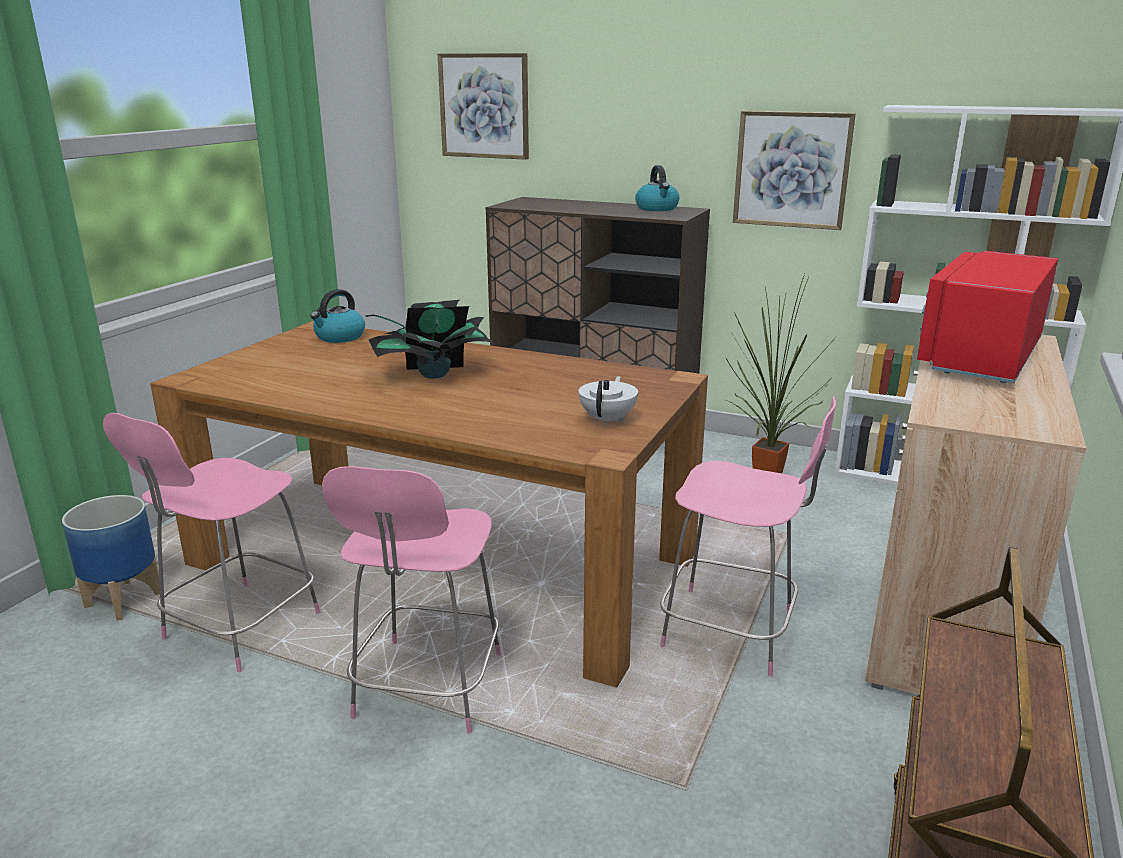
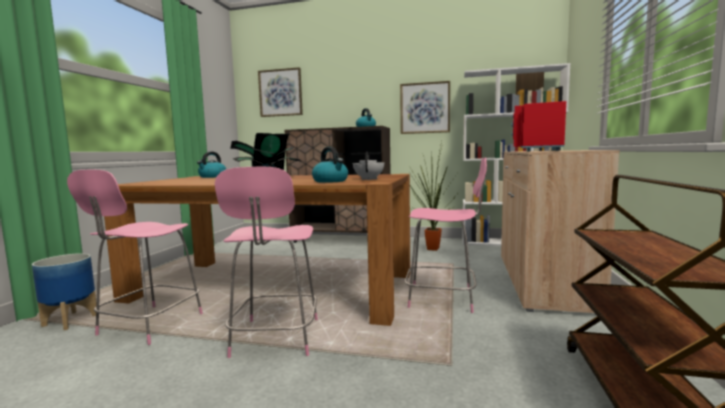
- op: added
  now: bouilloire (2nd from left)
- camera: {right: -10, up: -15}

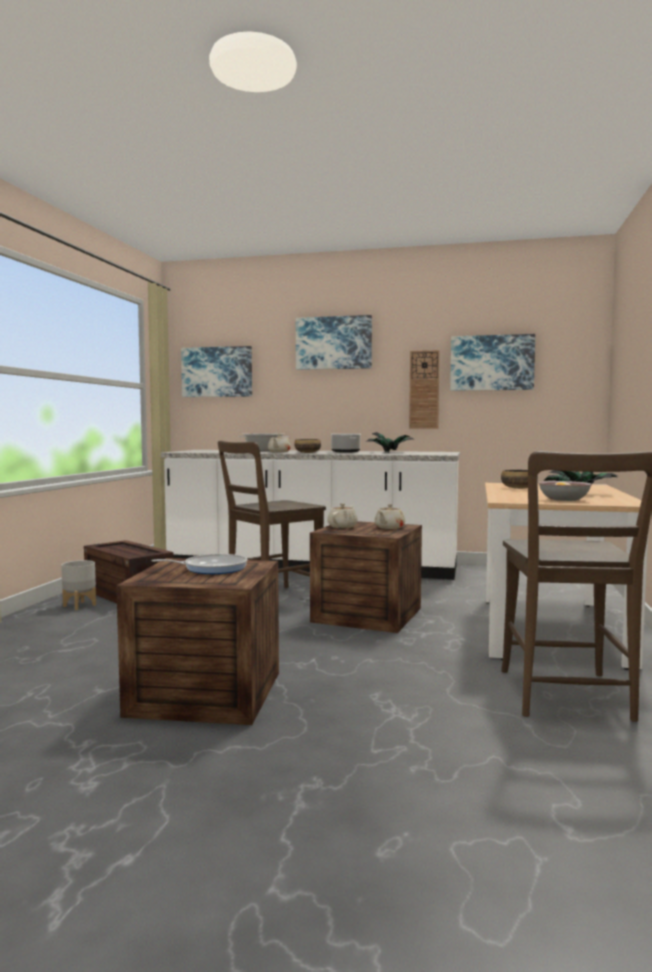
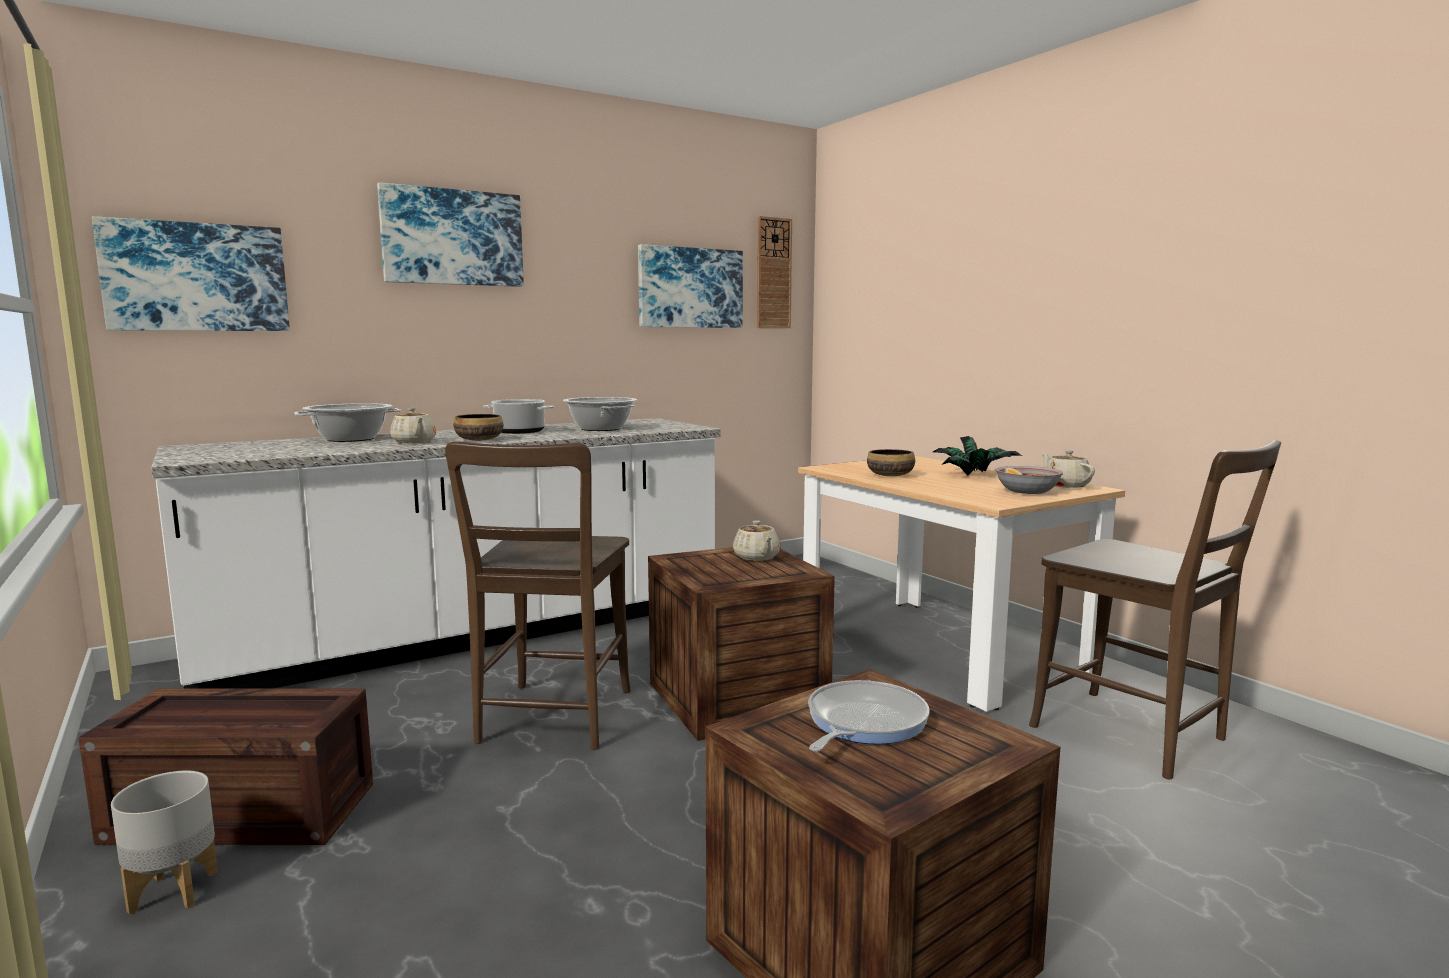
- op: moved
  was: théière/beige (2nd from left in the first image)
  now: théière/beige (3rd from left)
- op: replaced
  was: plante en pot (1st from left)
  now: marmite (3rd from left)
- op: moved
  was: horloge murale
- camera: {right: -45, up: 5}

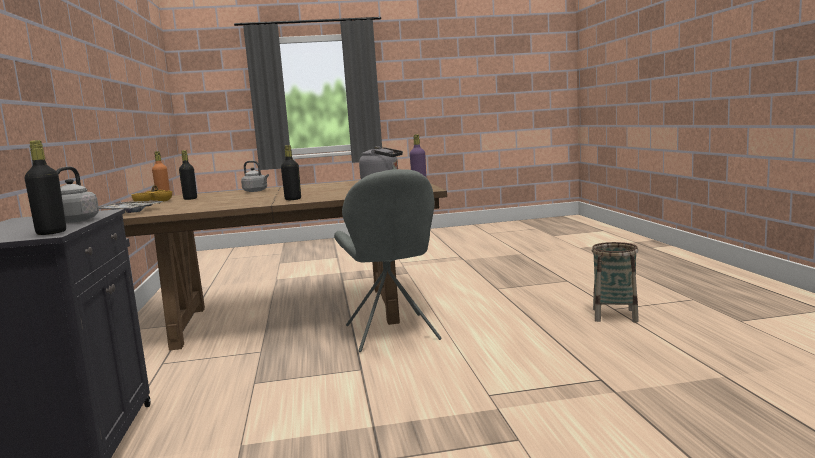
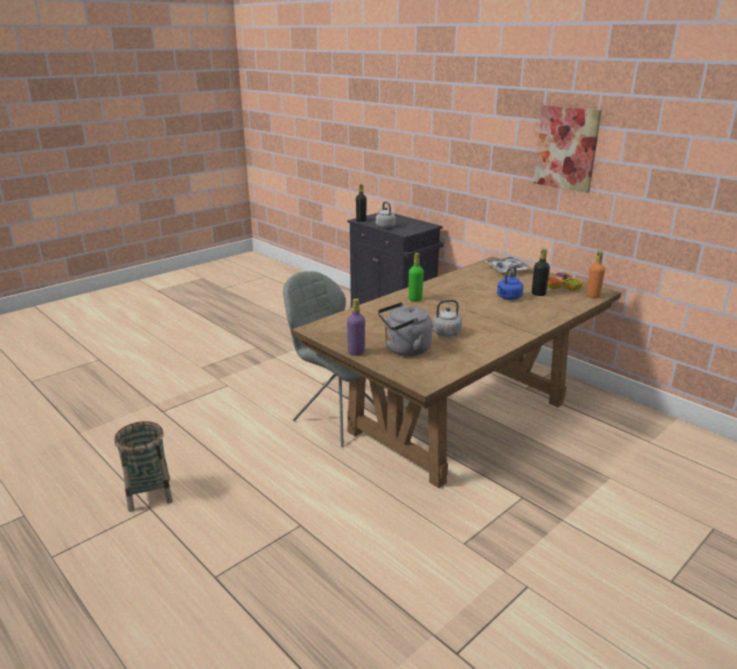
- op: moved
  was: bouilloire/gris (2nd from left in the first image)
  now: bouilloire/gris (3rd from left)
- op: recoloured
  was: bouteille/noir (3rd from left)
  now: bouteille/vert
- op: added
  now: bouilloire/bleu
- op: added
  now: tableau
- camera: {right: 145, up: 15}

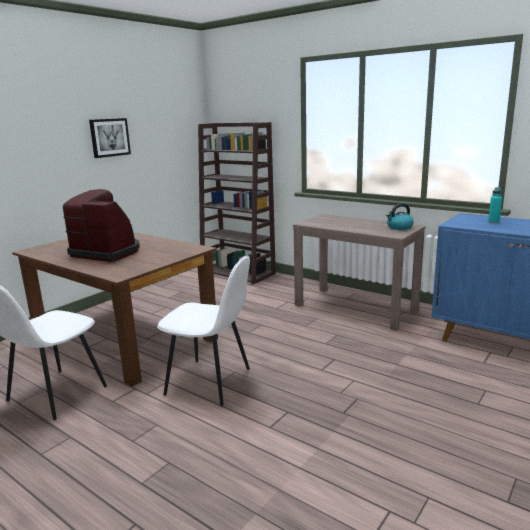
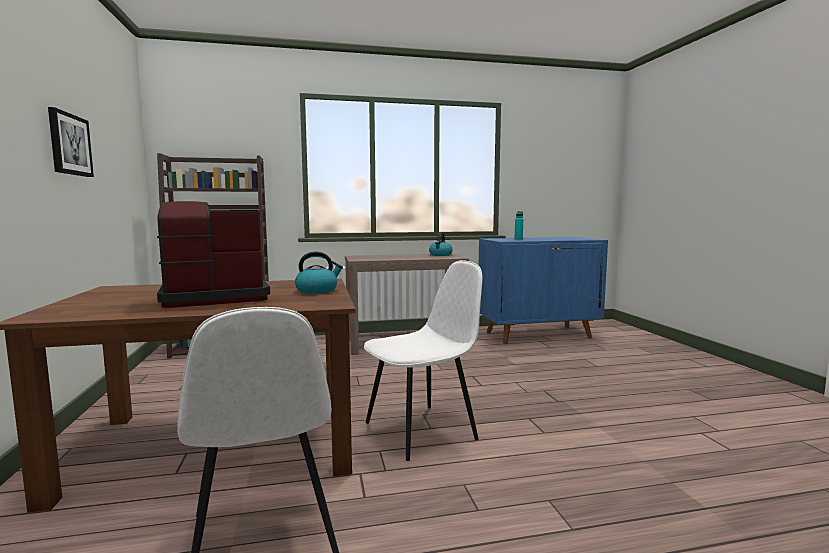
- op: added
  now: bouilloire (1st from left)
- camera: {right: -50, up: -10}

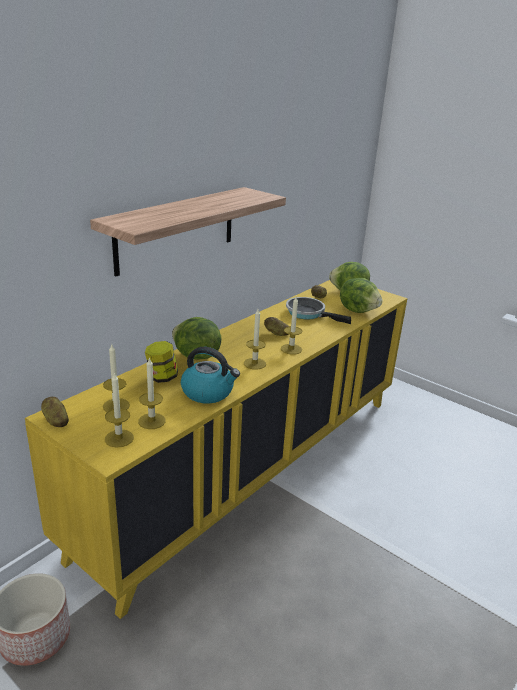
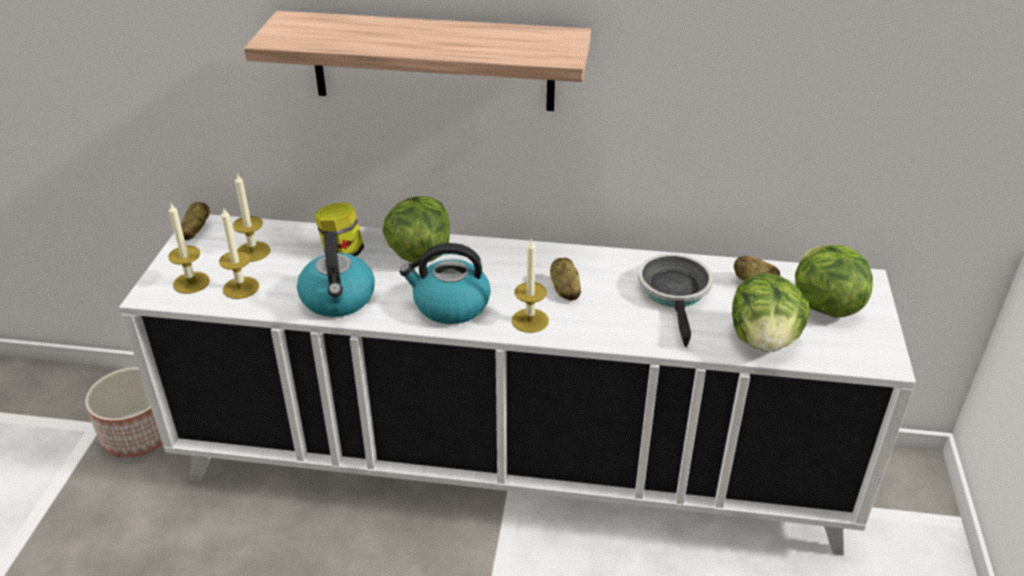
- op: recoloured
  was: meuble de rangement/jaune
  now: meuble de rangement/blanc
- op: replaced
  was: bougie (4th from left)
  now: bouilloire (2nd from left)
- camera: {right: 60, up: 10}

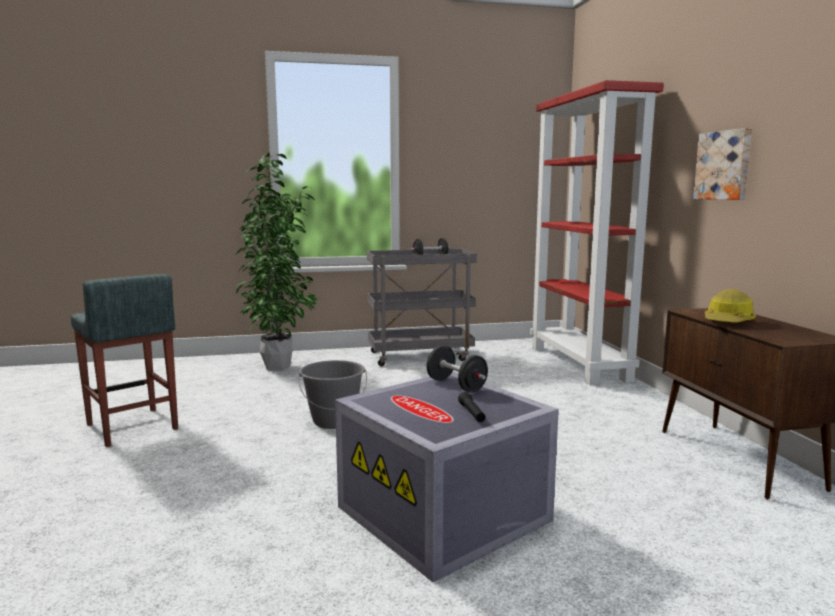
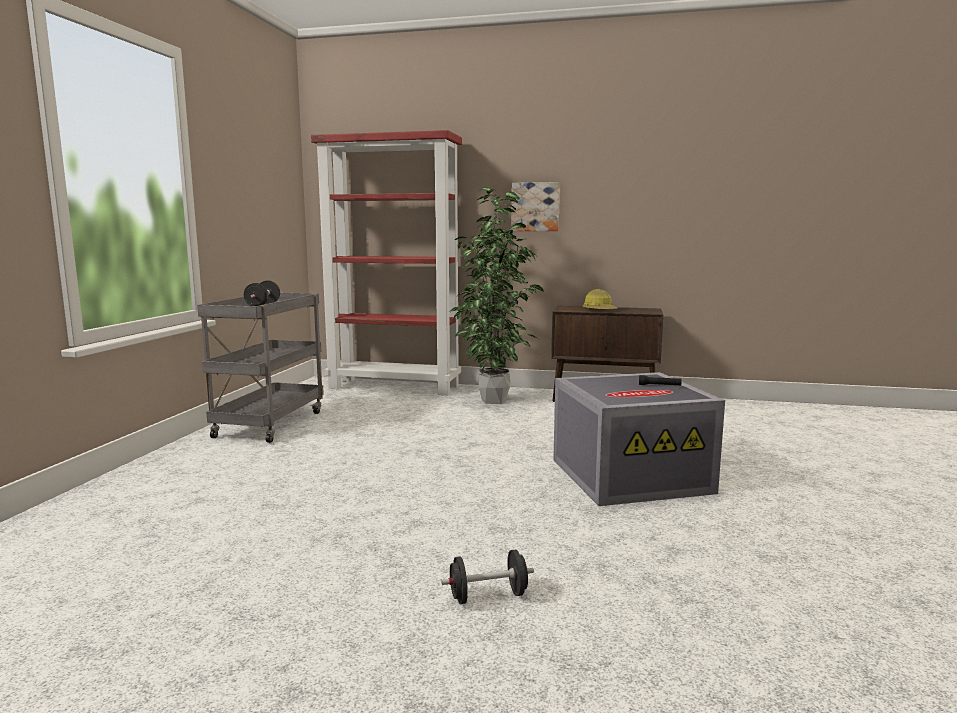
- op: removed
  was: tabouret/gris
- op: moved
  was: plante en pot
- op: removed
  was: seau/gris
- op: moved
  was: haltère/noir (2nd from left)
- camera: {right: -65, up: 0}

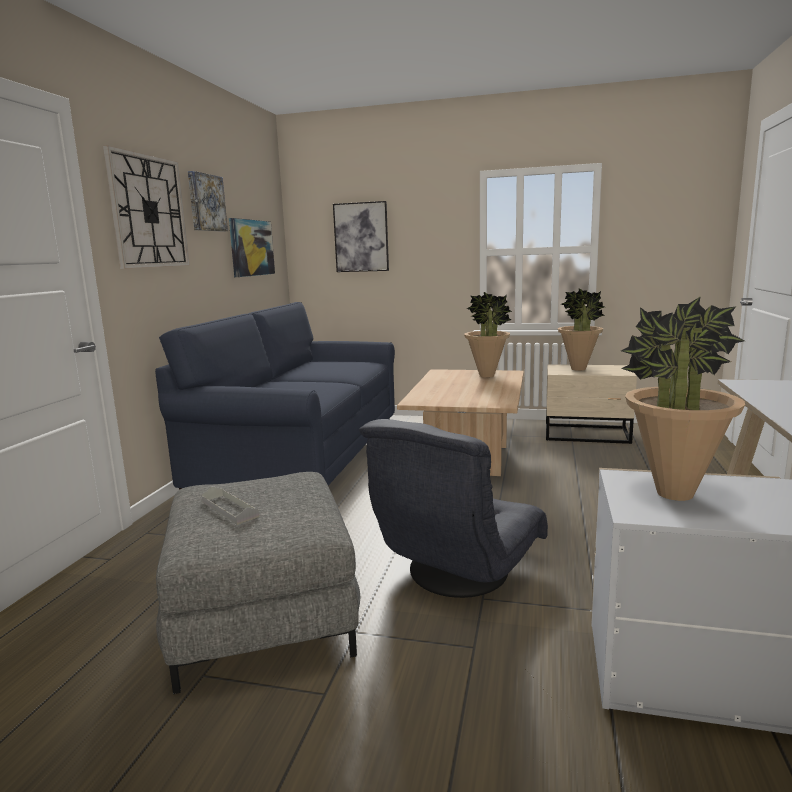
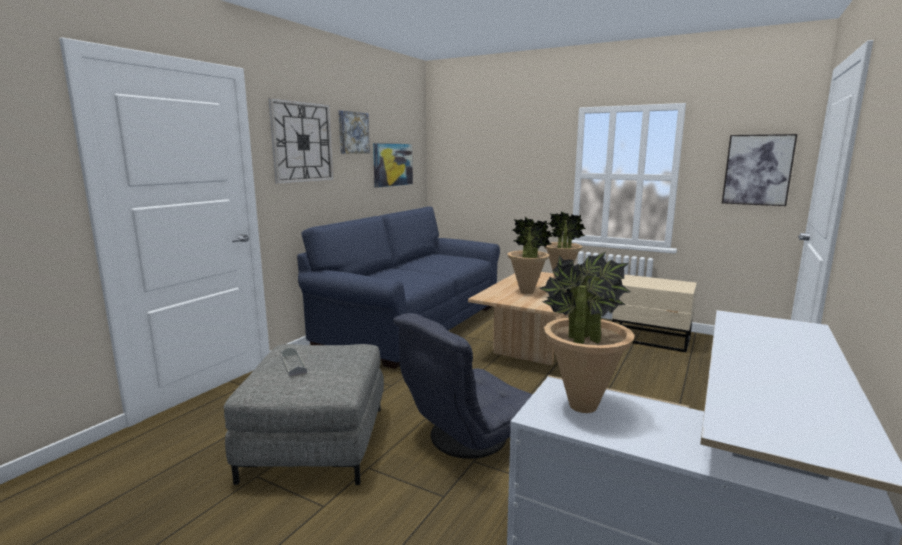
- op: moved
  was: tableau (3rd from left)
- op: moved
  was: plante en pot (2nd from left in the first image)
  now: plante en pot (1st from left)
- camera: {right: 15, up: 0}

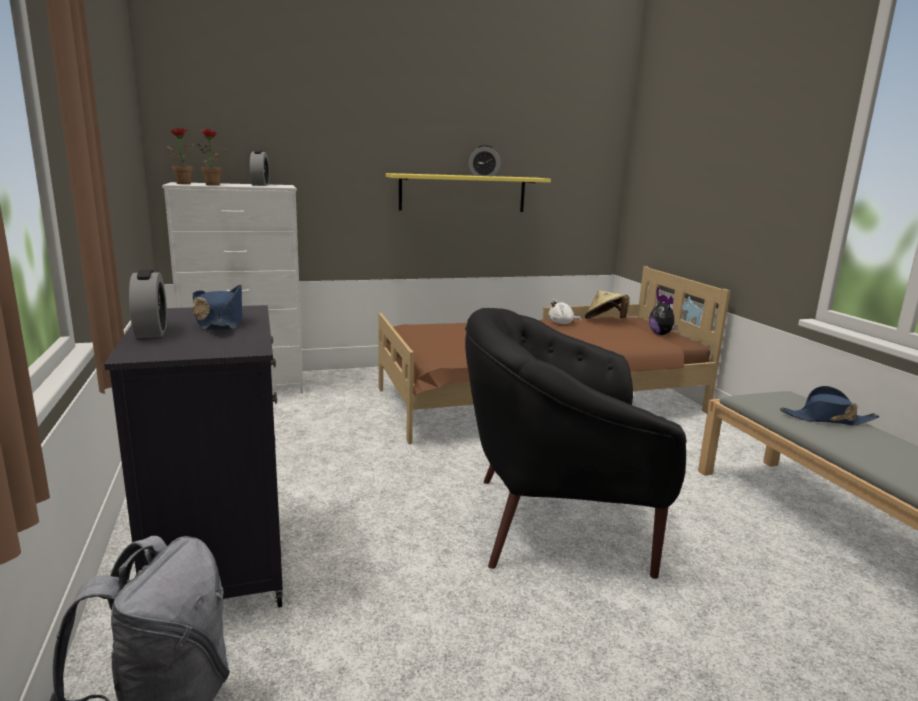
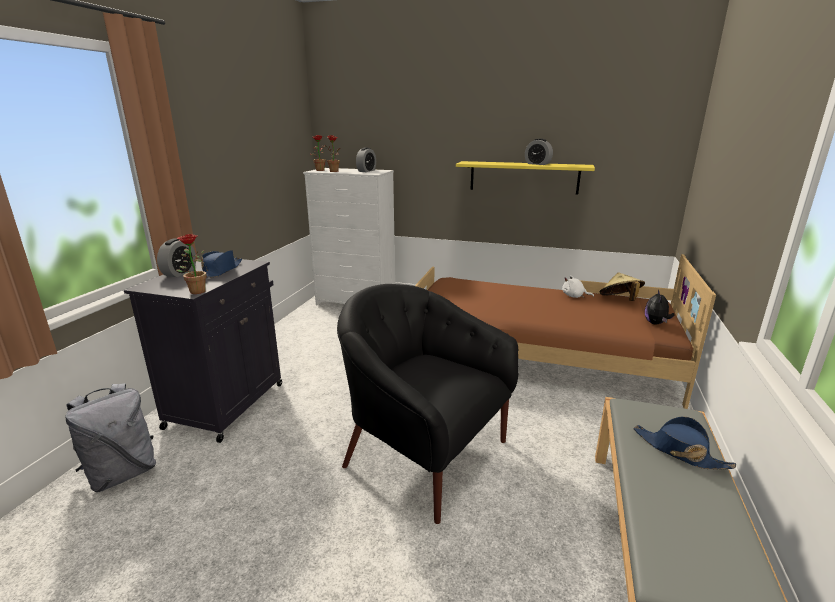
- op: added
  now: plante en pot (1st from left)
- camera: {right: 35, up: 5}

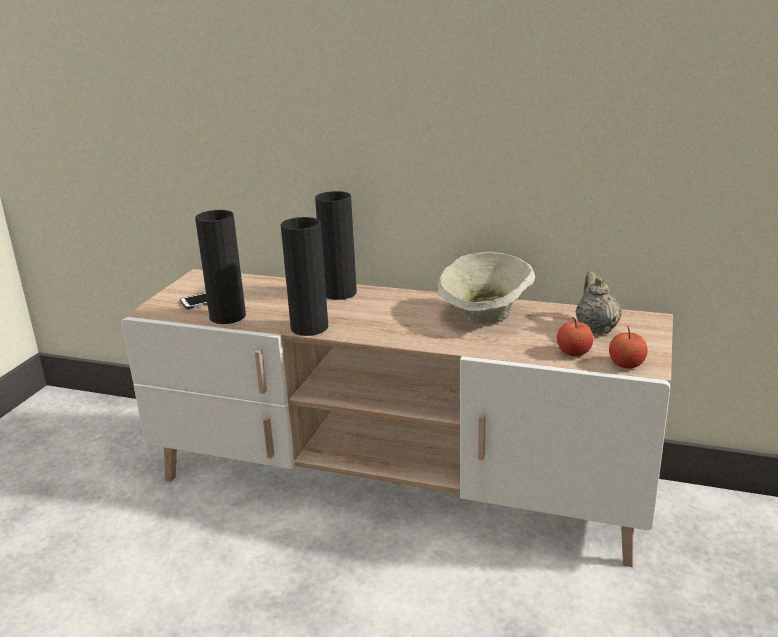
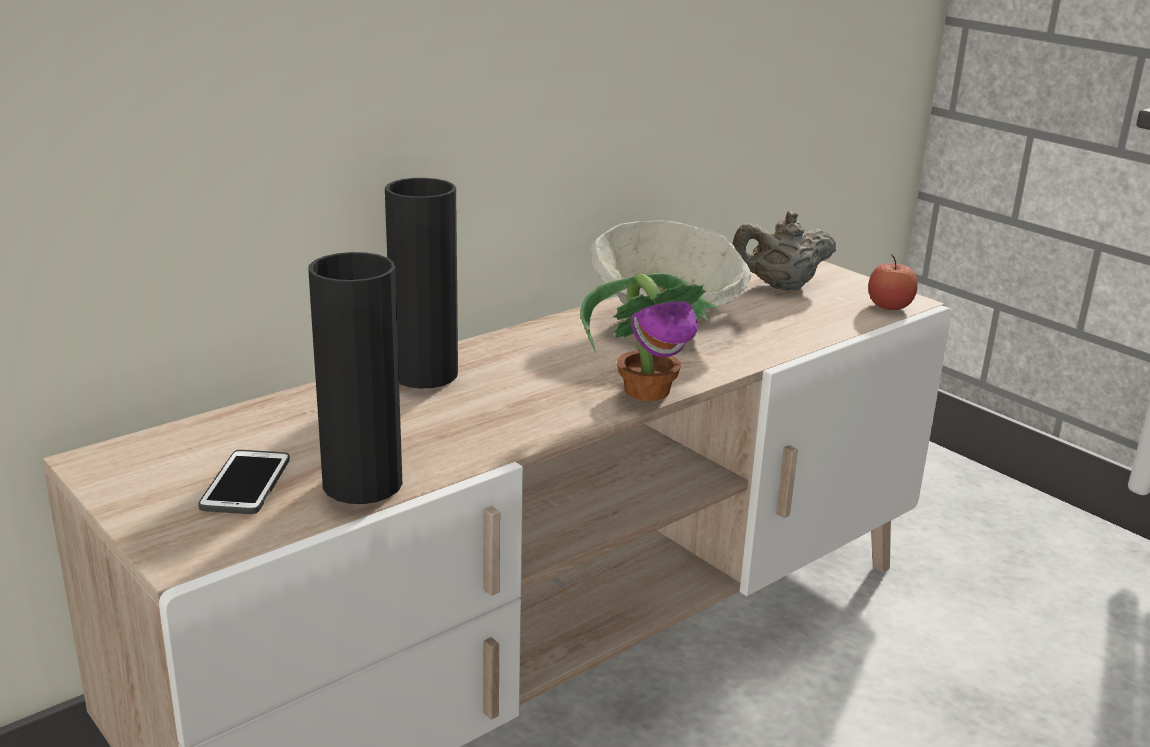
- op: removed
  was: vase/noir (2nd from left)
- op: removed
  was: pomme (1st from left)
- op: turned
  was: théière/beige
  clockwise: -45
- op: added
  now: plante en pot
- camera: {right: -60, up: 0}

